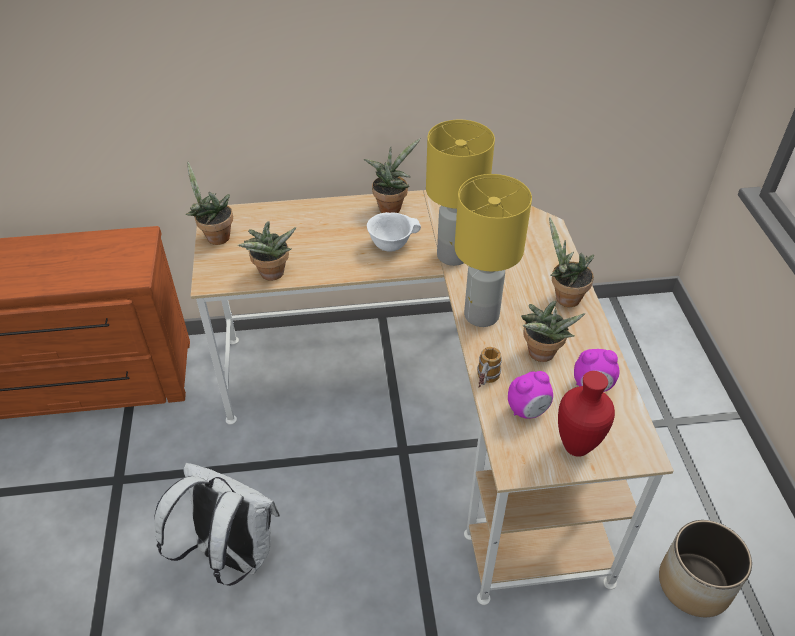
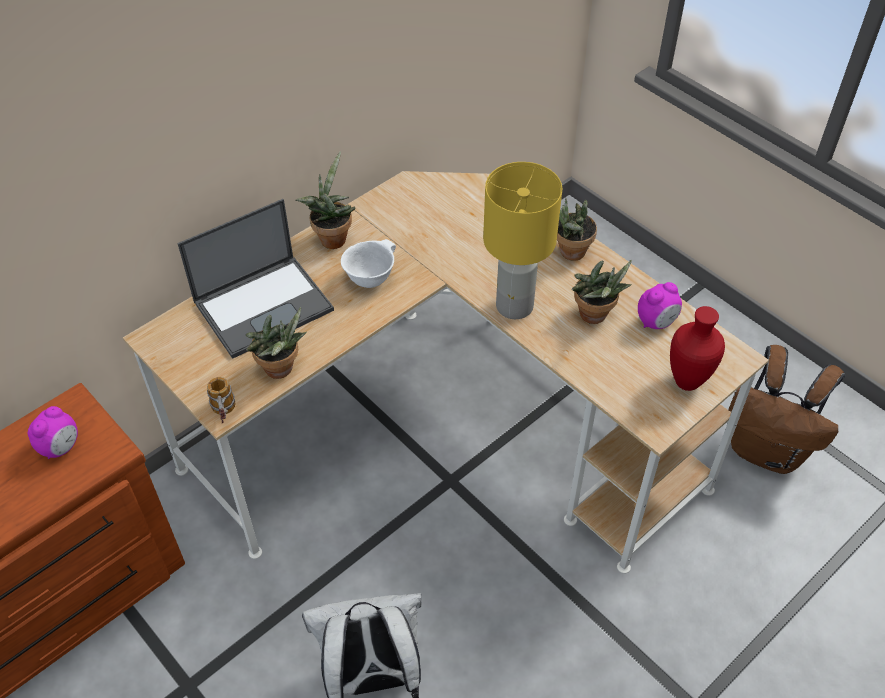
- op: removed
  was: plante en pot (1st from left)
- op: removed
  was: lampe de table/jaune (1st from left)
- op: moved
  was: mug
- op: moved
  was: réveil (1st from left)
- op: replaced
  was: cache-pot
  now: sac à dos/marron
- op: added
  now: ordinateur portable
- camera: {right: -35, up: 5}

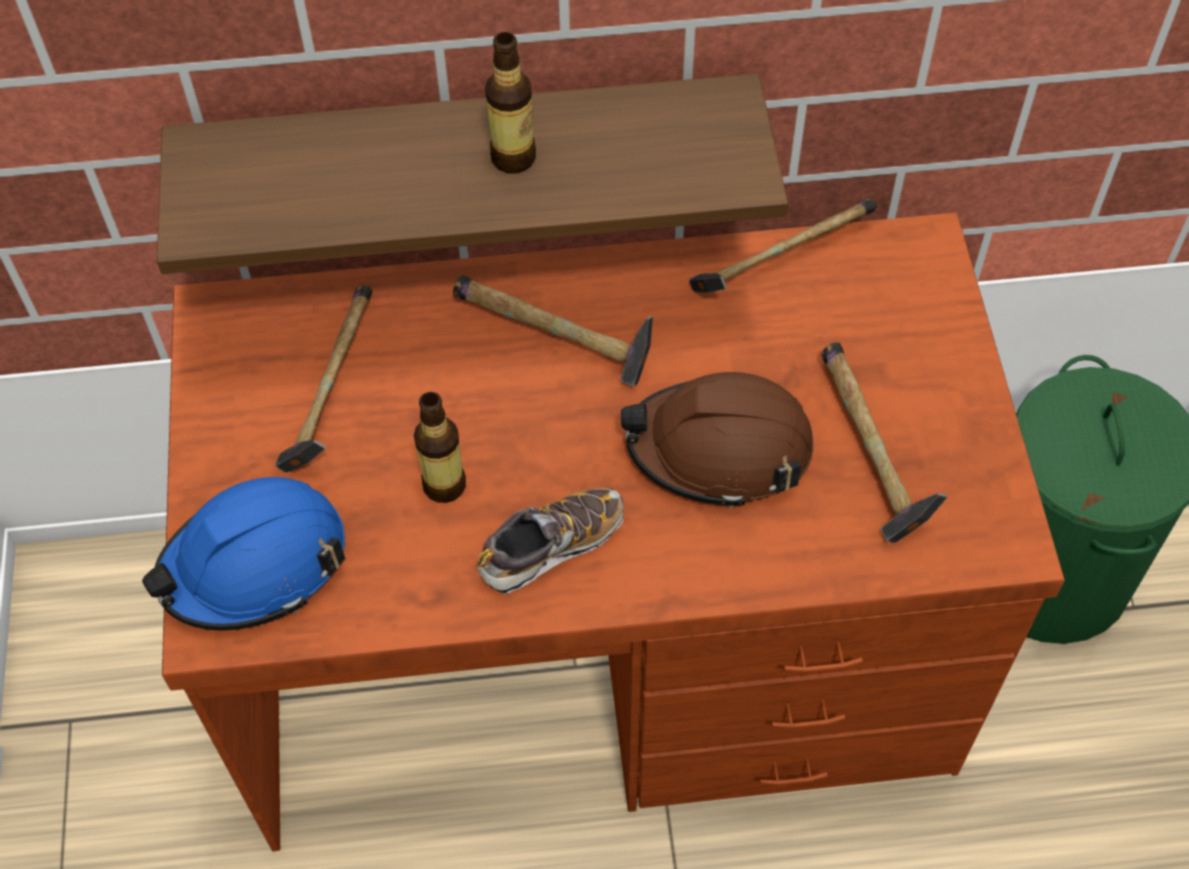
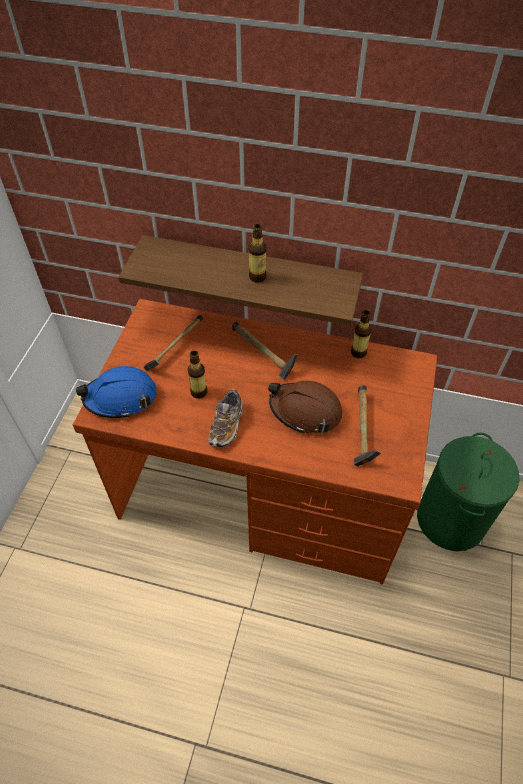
- op: turned
  was: chaussure
  clockwise: 120
- op: replaced
  was: marteau (3rd from left)
  now: bouteille (3rd from left)
- camera: {right: 20, up: -5}

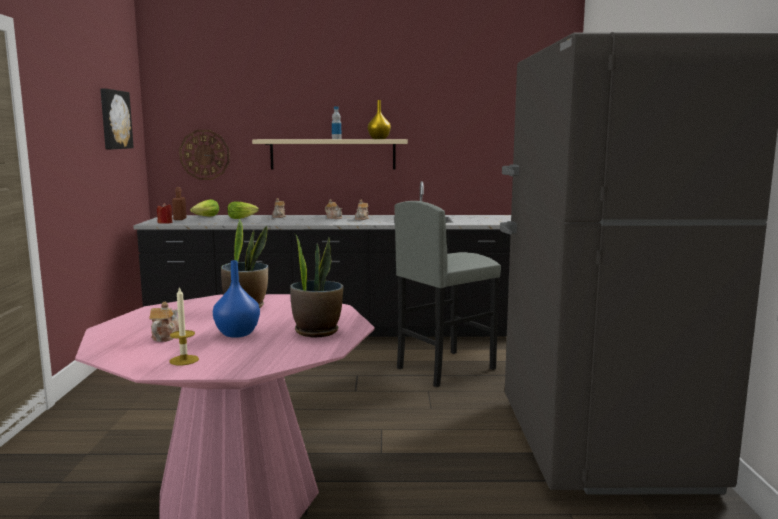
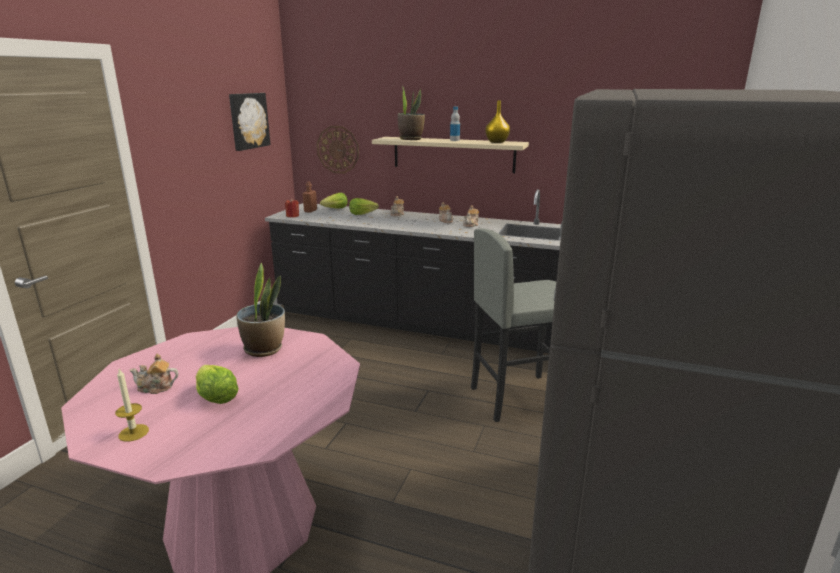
- op: turned
  was: théière (1st from left)
  clockwise: -120
- op: replaced
  was: vase/bleu
  now: laitue (1st from left)
- op: moved
  was: plante en pot (2nd from left)
- camera: {right: 20, up: 10}

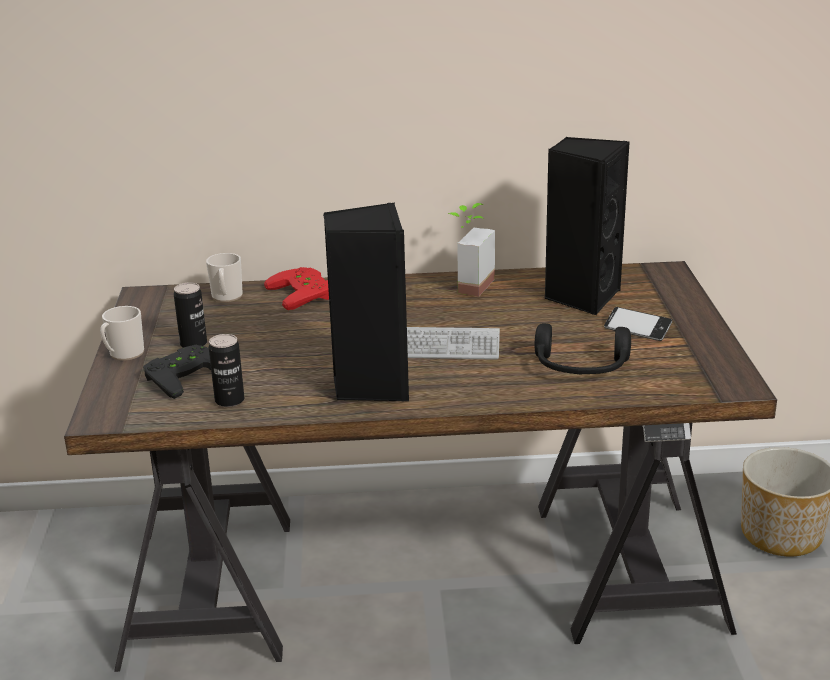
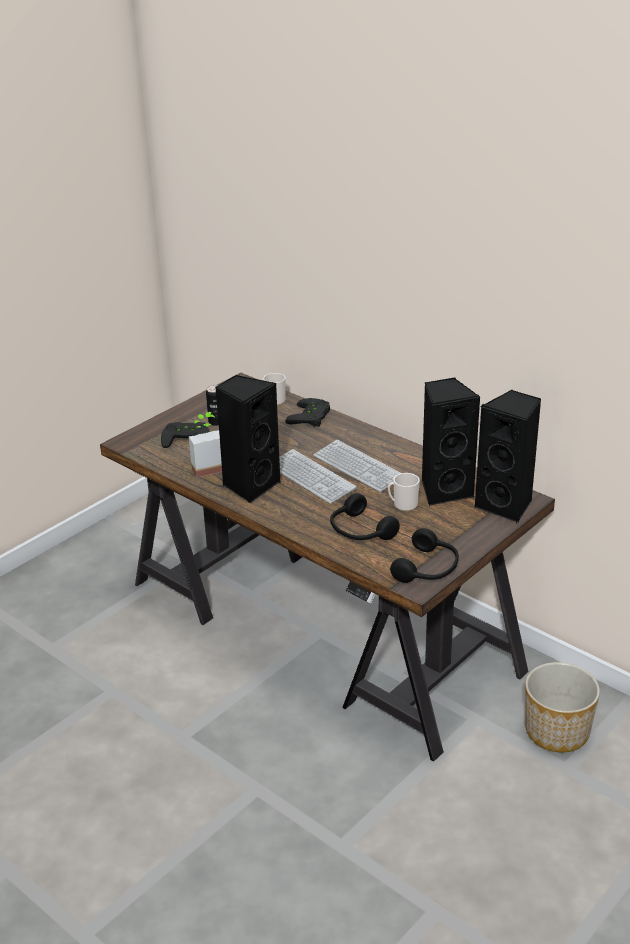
- op: moved
  was: mug (1st from left in the first image)
  now: mug (2nd from left)
- op: removed
  was: boîte métallique (2nd from left)
- op: recoloured
  was: manette/rouge
  now: manette/noir (2nd from left)
- op: moved
  was: plante en pot
- op: removed
  was: téléphone
- op: added
  now: clavier (2nd from left)
- op: added
  now: casque audio/noir (2nd from left)
- op: added
  now: enceinte/noir (3rd from left)
- camera: {right: 45, up: 5}

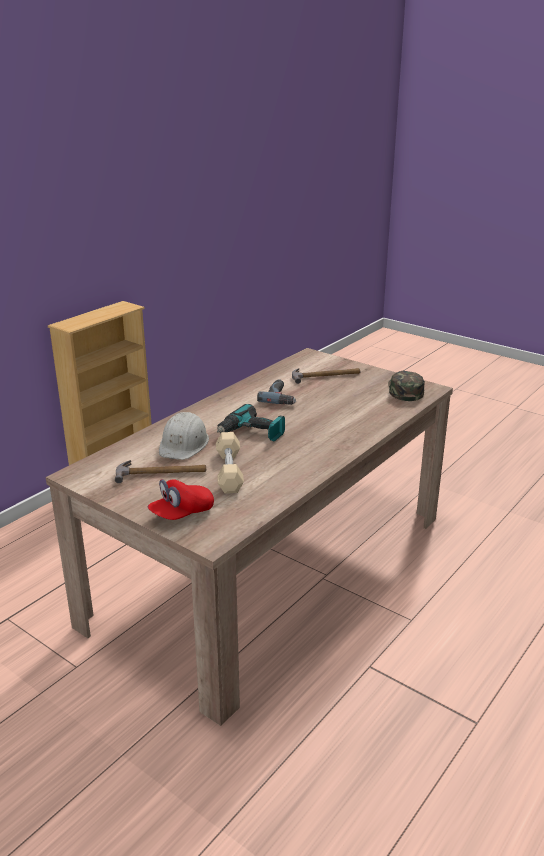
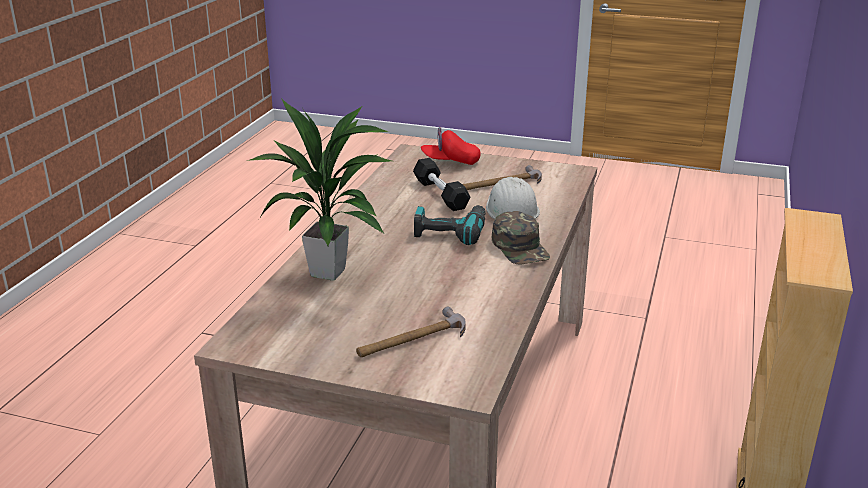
- op: turned
  was: casquette/rouge
  clockwise: -120
- op: recoloured
  was: haltère/beige
  now: haltère/noir
- op: removed
  was: perceuse (2nd from left)
- op: moved
  was: casquette/vert
- op: added
  now: plante en pot
- camera: {right: 160, up: 0}

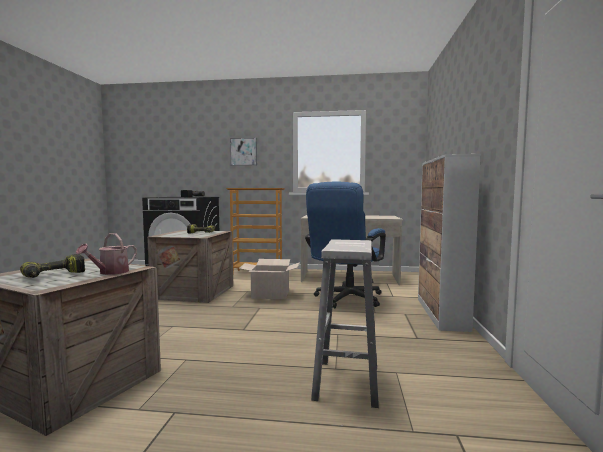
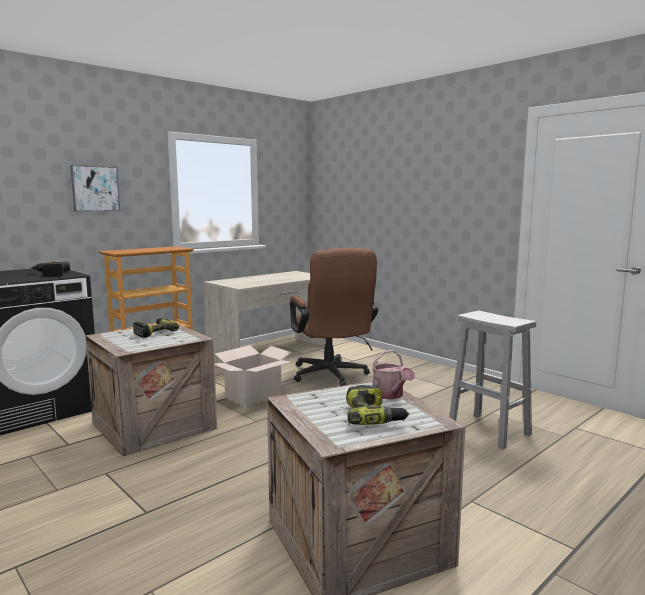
- op: recoloured
  was: chaise de bureau/bleu
  now: chaise de bureau/marron
- op: removed
  was: meuble de rangement
- camera: {right: -50, up: 5}

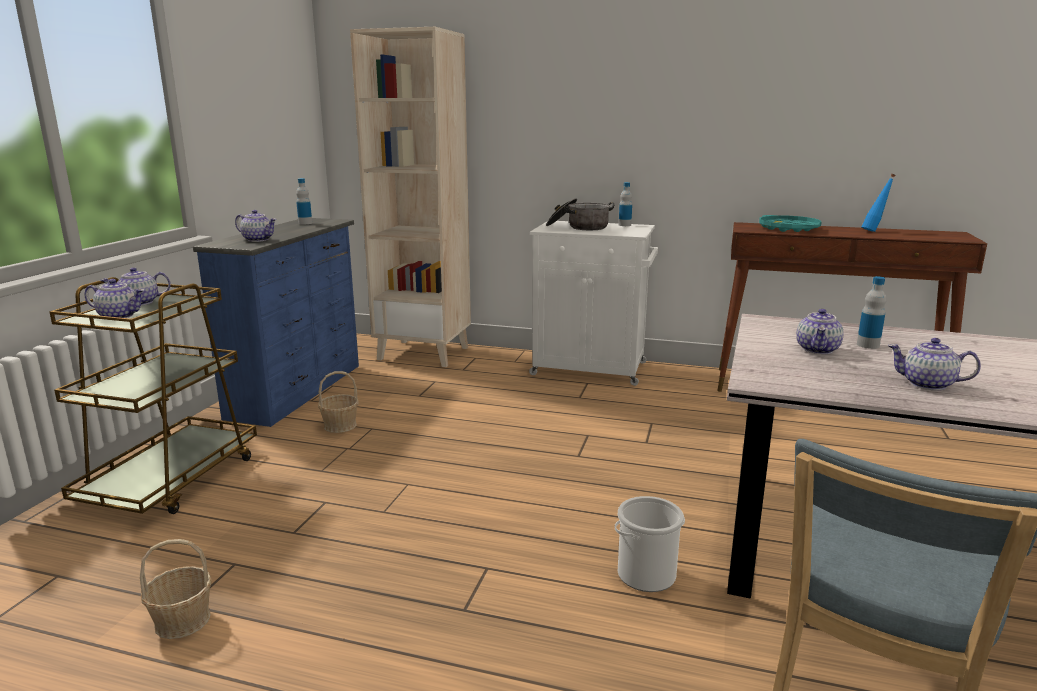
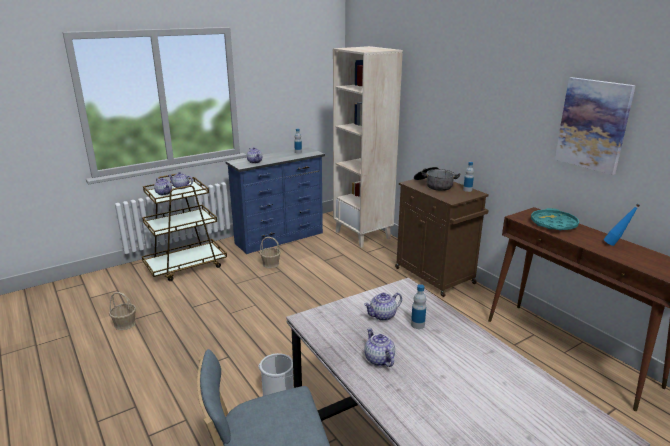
- op: recoloured
  was: meuble de rangement/blanc
  now: meuble de rangement/marron
- op: added
  now: tableau
- camera: {right: 40, up: 5}

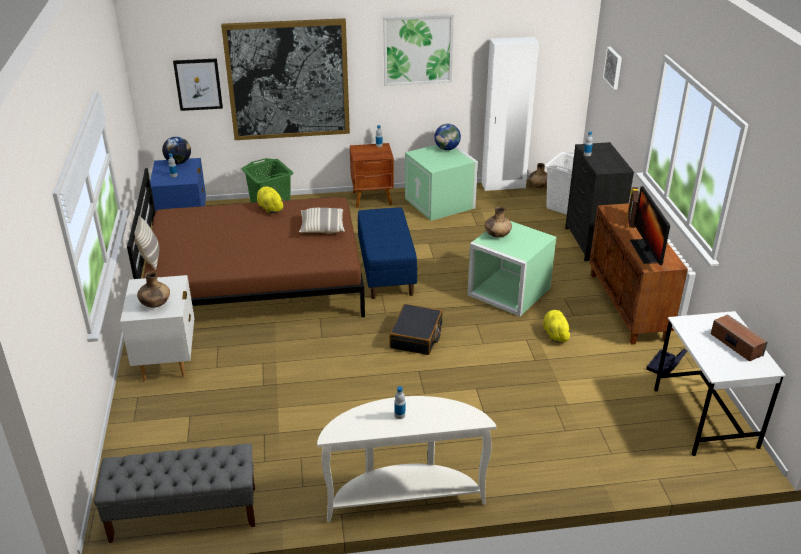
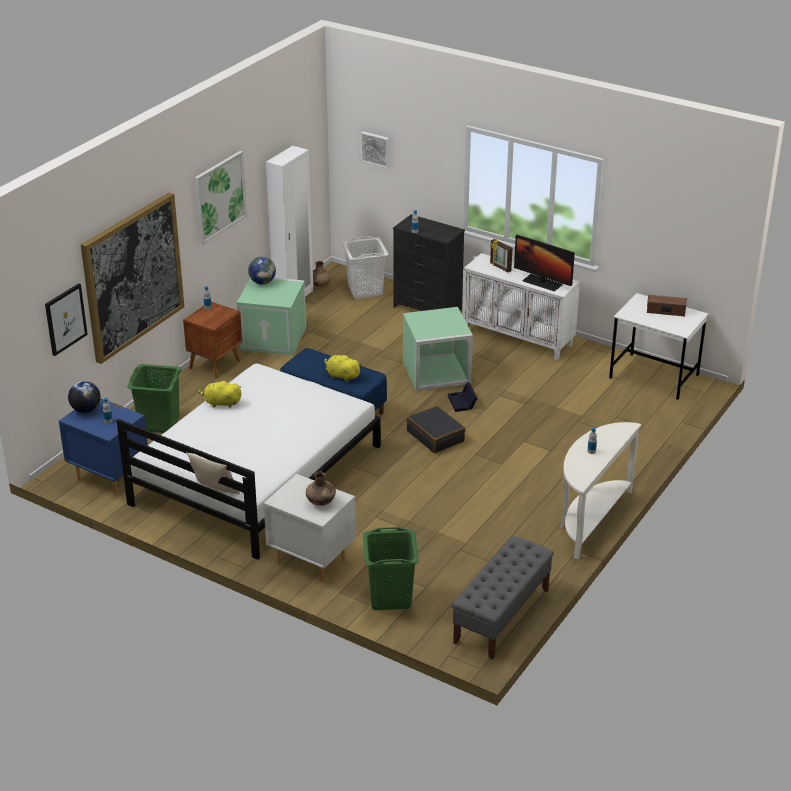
- op: recoloured
  was: lit/marron
  now: lit/blanc
- op: removed
  was: coussin (2nd from left)
- op: removed
  was: vase/marron (2nd from left)
- op: moved
  was: peluche/jaune (2nd from left)
- op: recoloured
  was: meuble de rangement/marron
  now: meuble de rangement/blanc
- op: moved
  was: boîte de rangement/noir
- op: added
  now: panier à linge/vert (2nd from left)
- camera: {right: -50, up: 0}

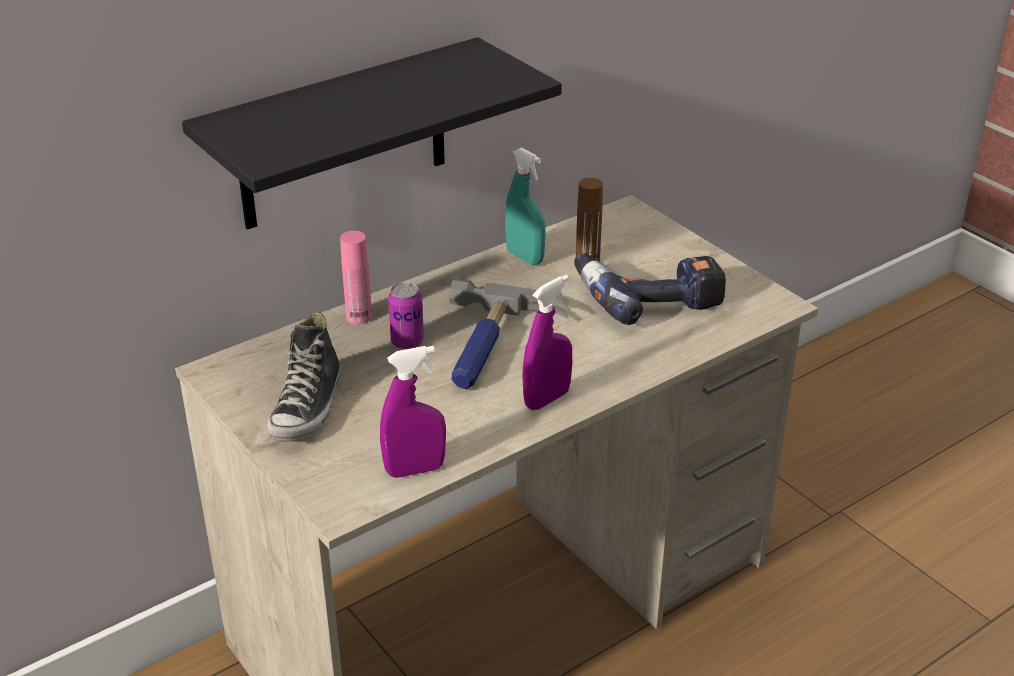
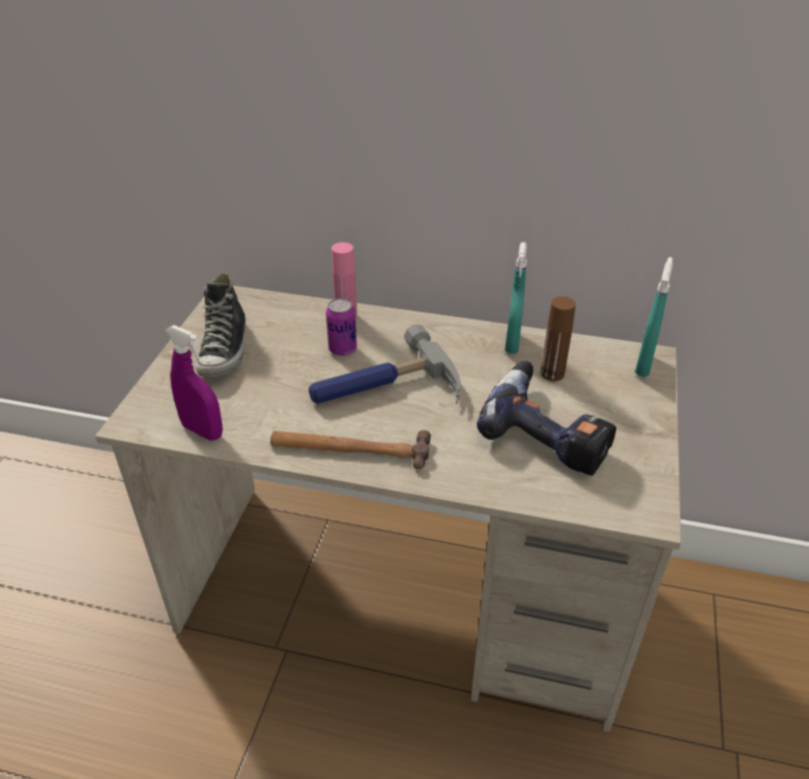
- op: removed
  was: étagère/noir
- op: turned
  was: chaussure
  clockwise: -60
- op: replaced
  was: vaporisateur/violet (2nd from left)
  now: marteau (1st from left)
- op: added
  now: vaporisateur/turquoise (2nd from left)
- camera: {right: 50, up: 5}

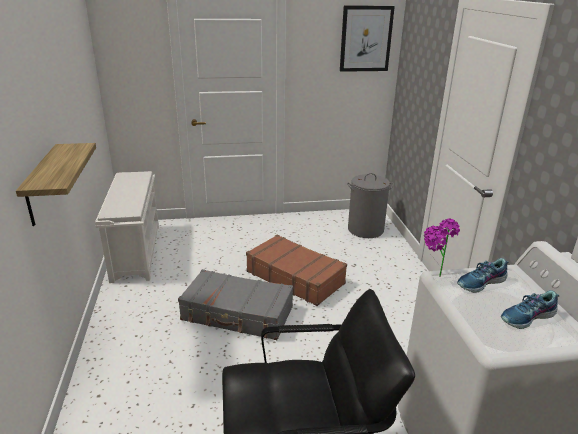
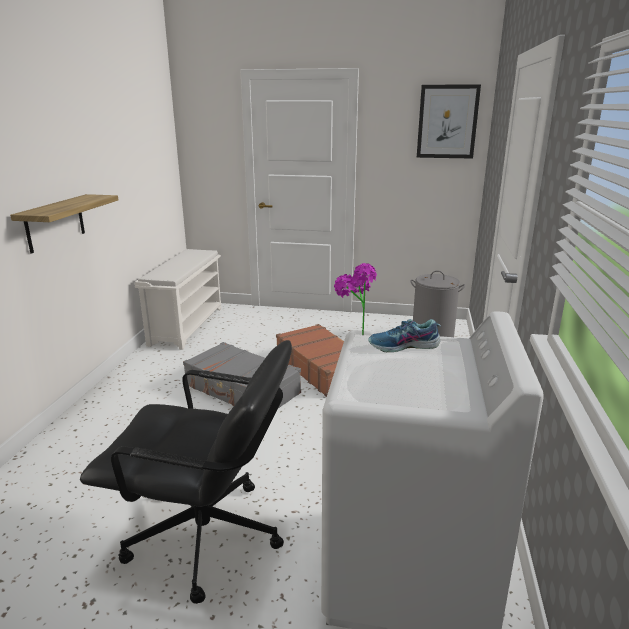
- op: removed
  was: chaussure (2nd from left)
- camera: {right: 20, up: -5}

